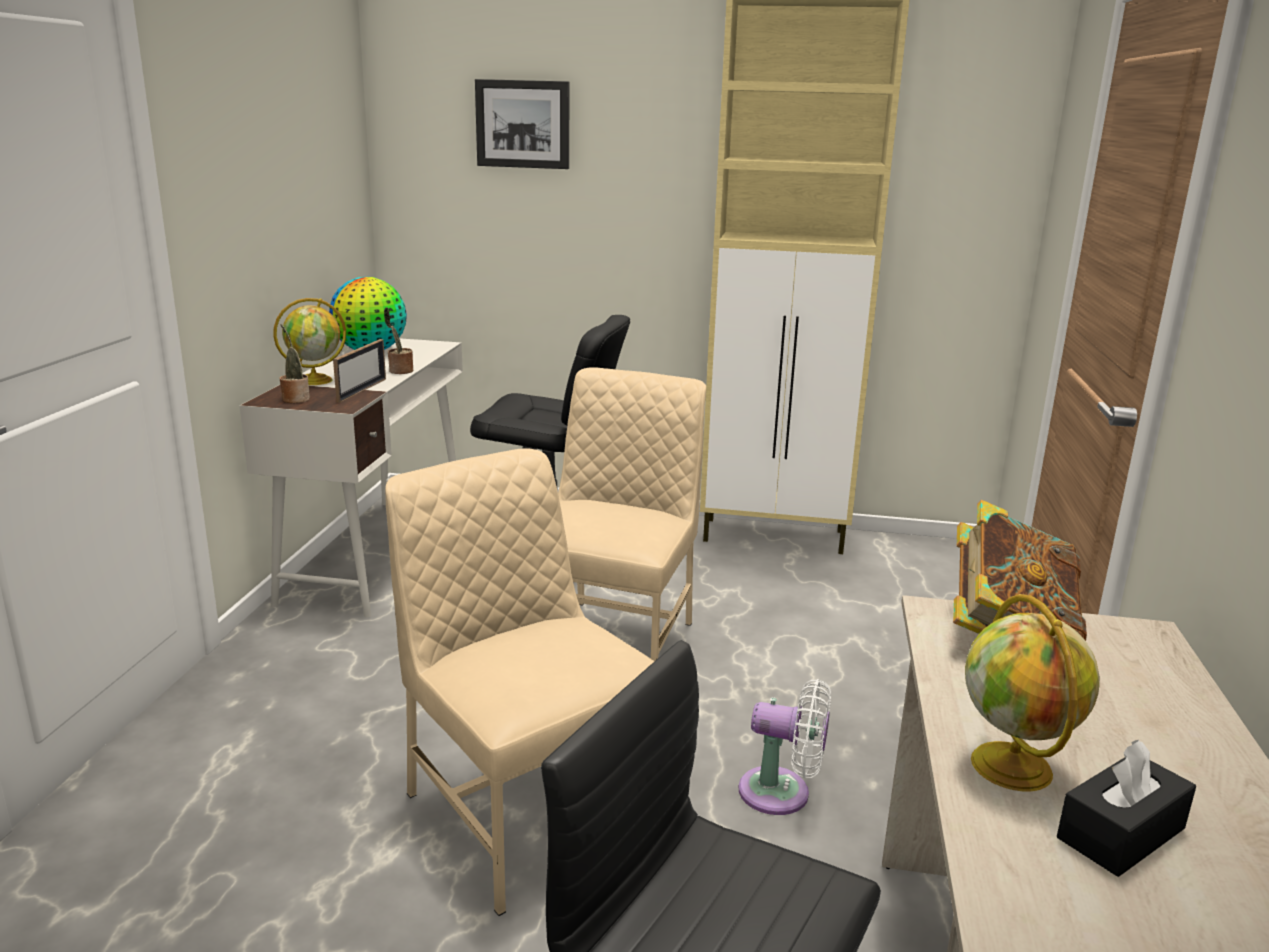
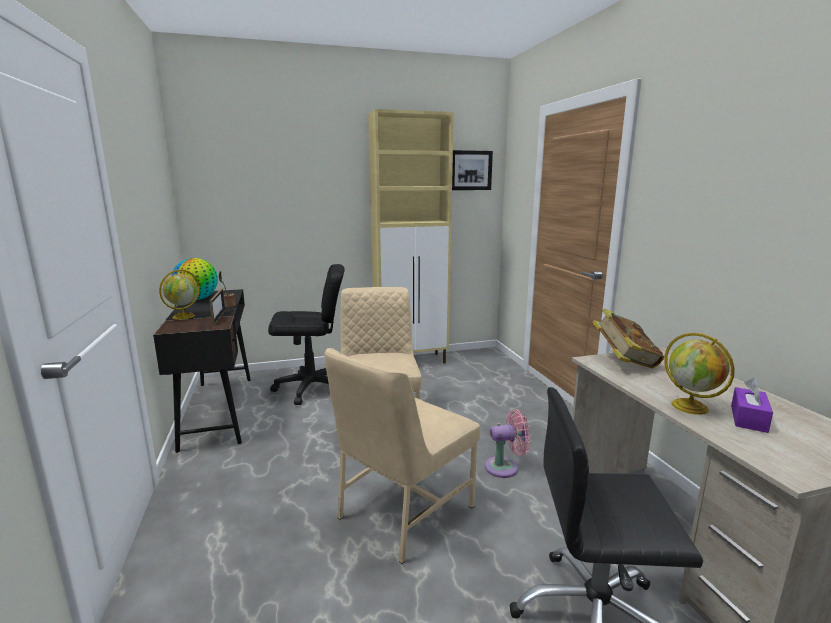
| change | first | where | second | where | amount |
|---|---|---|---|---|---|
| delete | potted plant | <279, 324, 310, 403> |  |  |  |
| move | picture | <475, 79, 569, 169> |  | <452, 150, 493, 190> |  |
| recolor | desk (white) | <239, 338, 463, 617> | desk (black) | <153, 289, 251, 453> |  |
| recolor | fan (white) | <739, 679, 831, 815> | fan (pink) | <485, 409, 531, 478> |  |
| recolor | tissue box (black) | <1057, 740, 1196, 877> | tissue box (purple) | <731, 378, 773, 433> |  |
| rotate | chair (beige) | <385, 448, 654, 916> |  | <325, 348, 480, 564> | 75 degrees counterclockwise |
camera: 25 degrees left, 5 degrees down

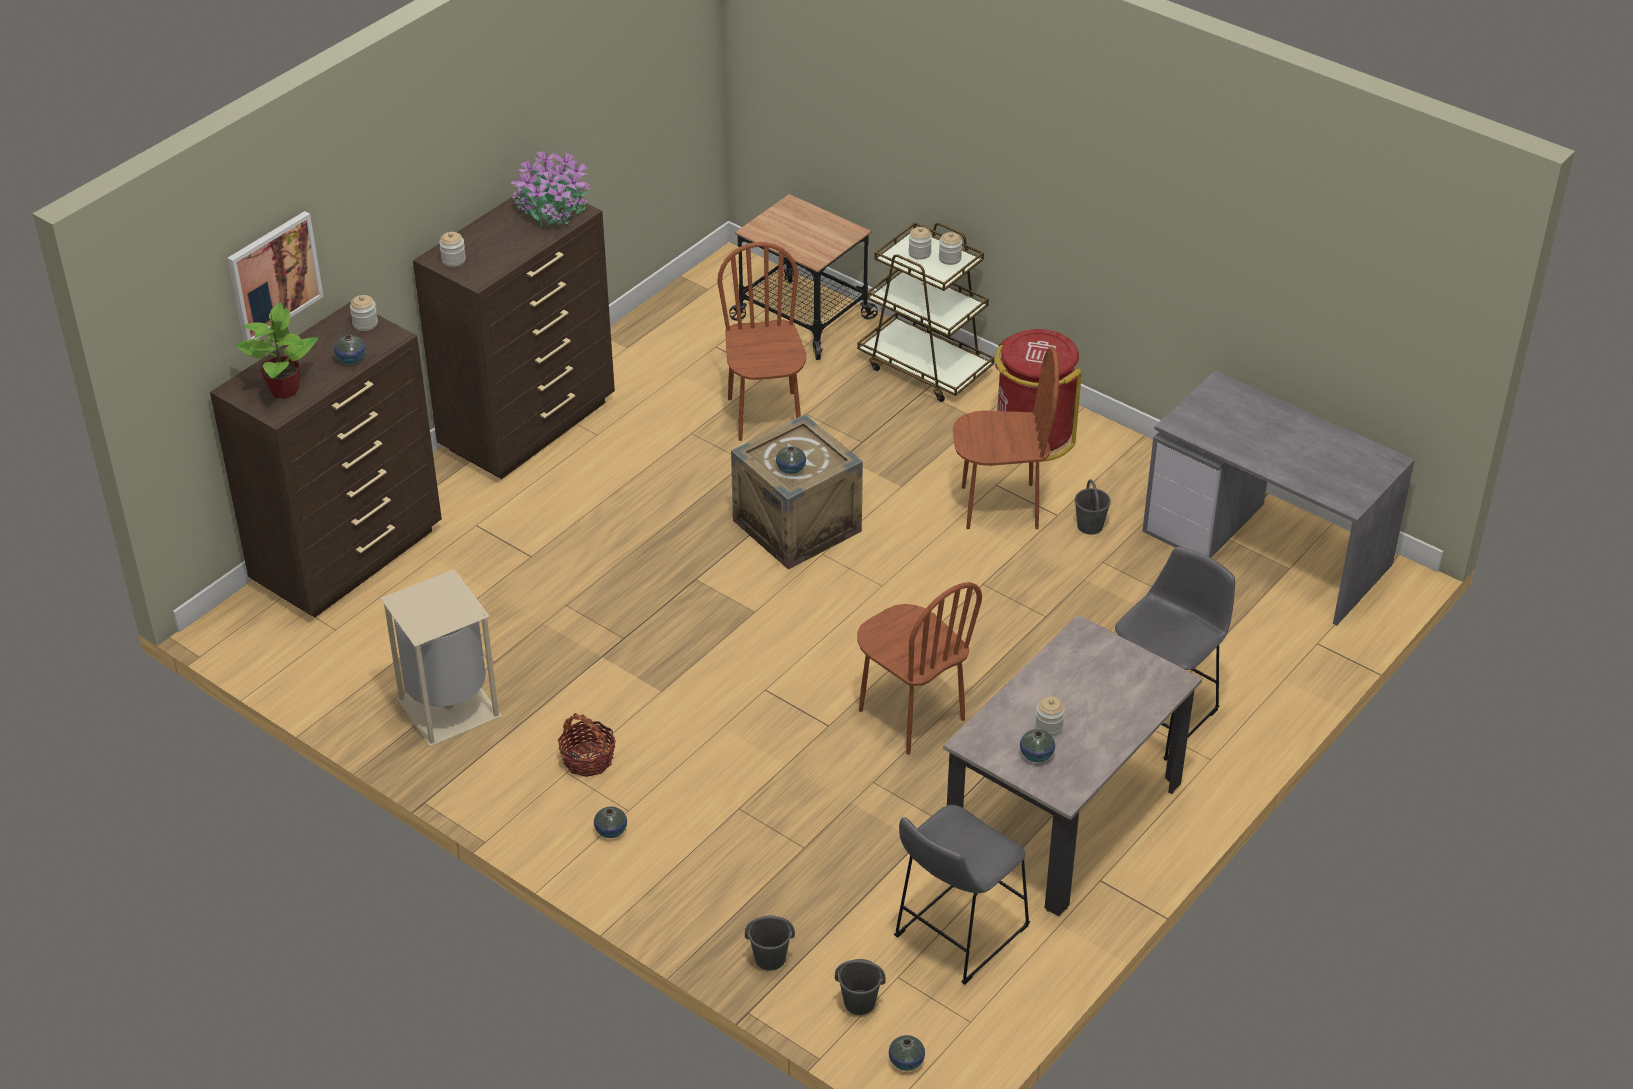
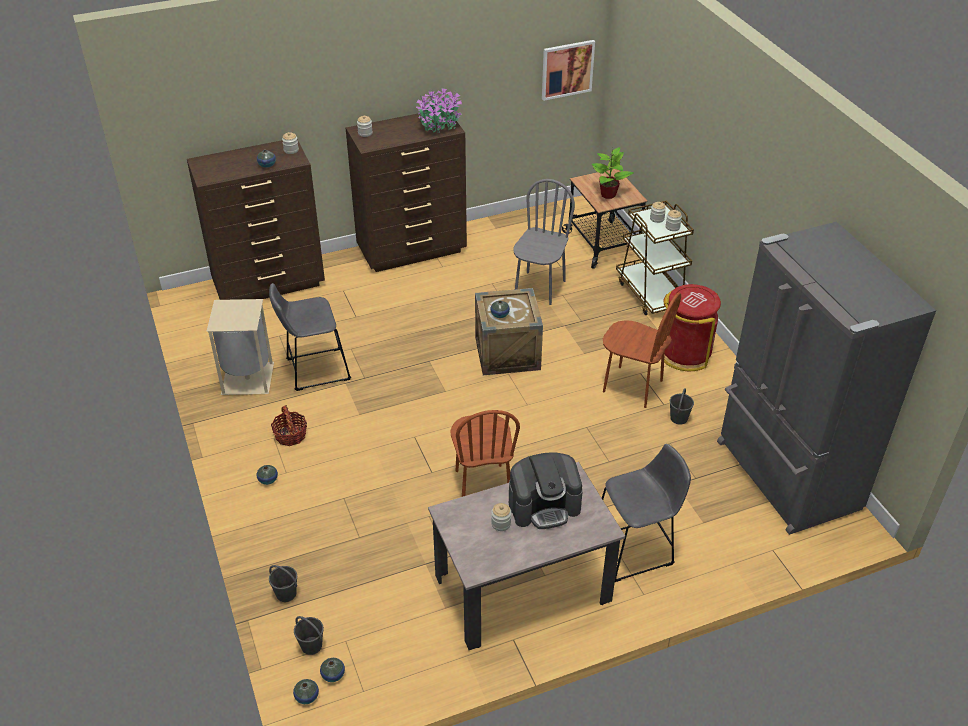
| change | first | where | second | where | amount |
|---|---|---|---|---|---|
| insert |  |  | coffee machine | <509, 452, 583, 529> |  |
| move | picture | <228, 211, 324, 341> |  | <542, 40, 595, 101> |  |
| move | potted plant | <235, 302, 319, 399> |  | <592, 147, 634, 199> |  |
| move | stool (grey) | <894, 805, 1030, 985> |  | <269, 283, 351, 391> |  |
| move | vase | <1020, 729, 1055, 762> |  | <320, 658, 345, 682> |  |
| replace | desk (grey) | <1142, 371, 1415, 625> | fridge (grey) | <717, 222, 936, 535> |  |
| recolor | chair (brown) | <717, 242, 806, 441> | chair (grey) | <513, 179, 575, 305> |  |
camera: 30 degrees right, 0 degrees up

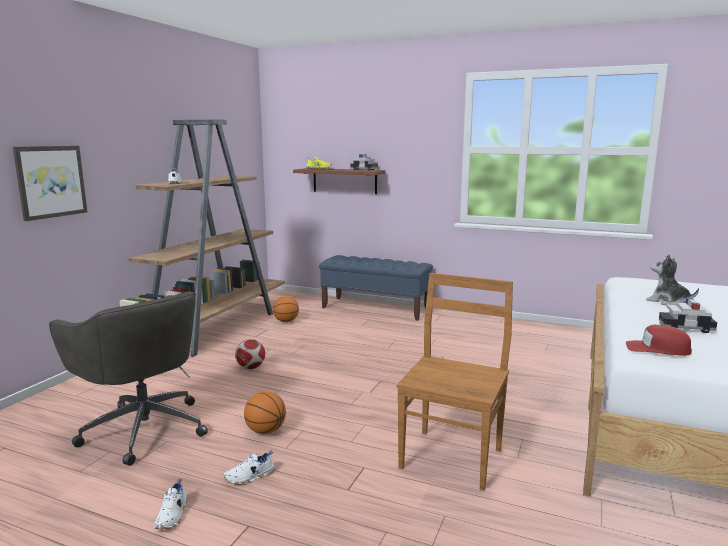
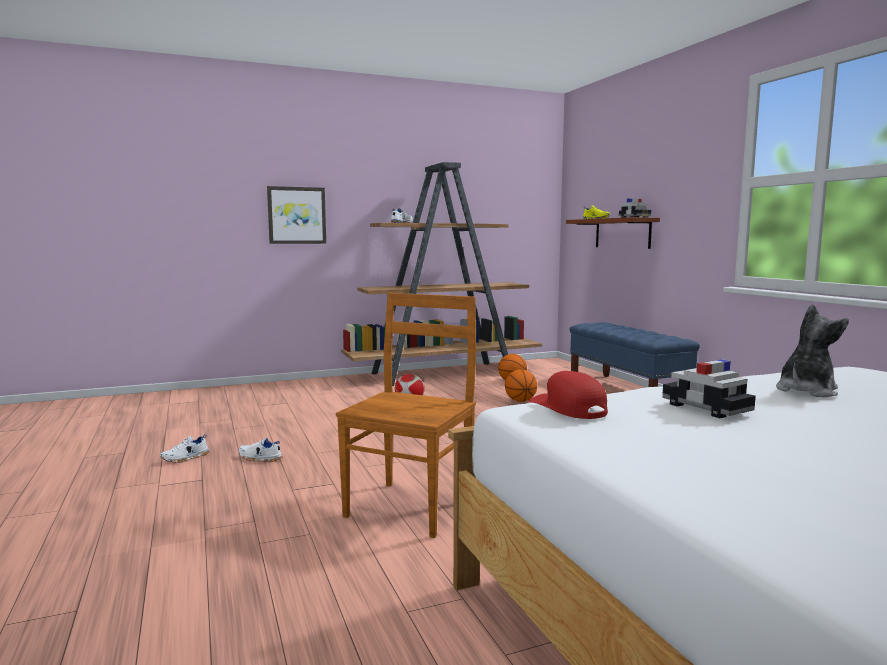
| change | first | where | second | where | amount |
|---|---|---|---|---|---|
| delete | office chair (grey) | <49, 292, 208, 466> |  |  |  |
| move | basketball | <244, 391, 286, 434> |  | <505, 369, 537, 402> |  |
| rotate | chair (brown) | <397, 273, 513, 491> |  | <336, 293, 476, 538> | 45 degrees counterclockwise |
| rotate | plush toy | <646, 254, 699, 305> |  | <776, 304, 849, 397> | 45 degrees clockwise |
camera: 45 degrees right, 5 degrees down

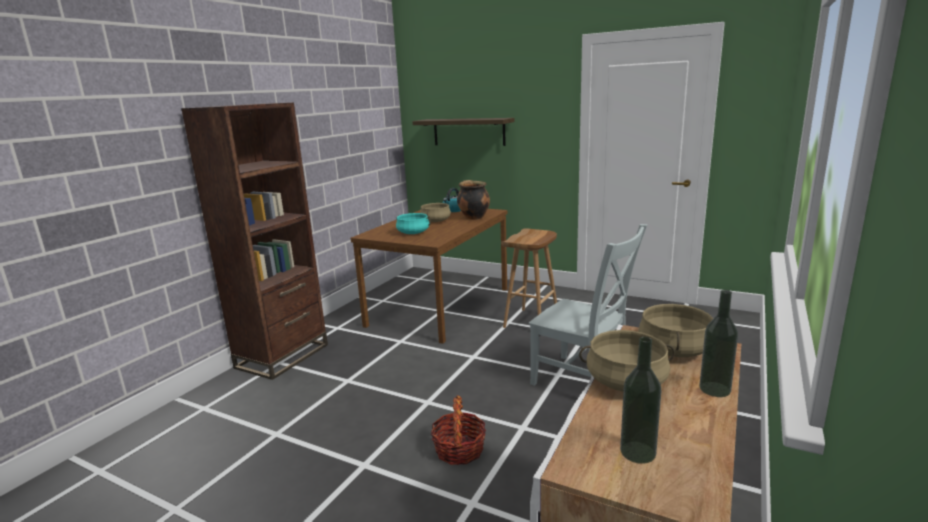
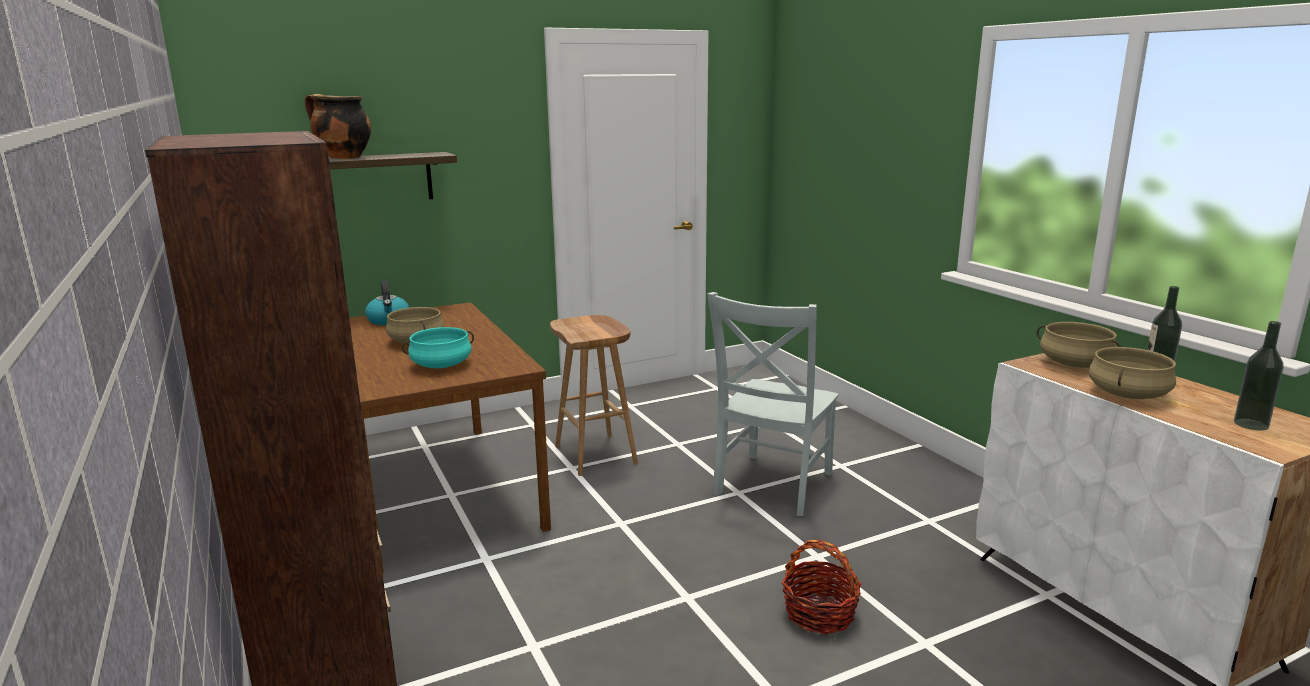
| change | first | where | second | where | amount |
|---|---|---|---|---|---|
| move | cooking pot | <457, 180, 490, 220> |  | <305, 94, 371, 159> |  |
| rotate | chair (grey) | <529, 224, 647, 386> |  | <707, 292, 839, 516> | 135 degrees clockwise |
camera: 55 degrees left, 0 degrees up

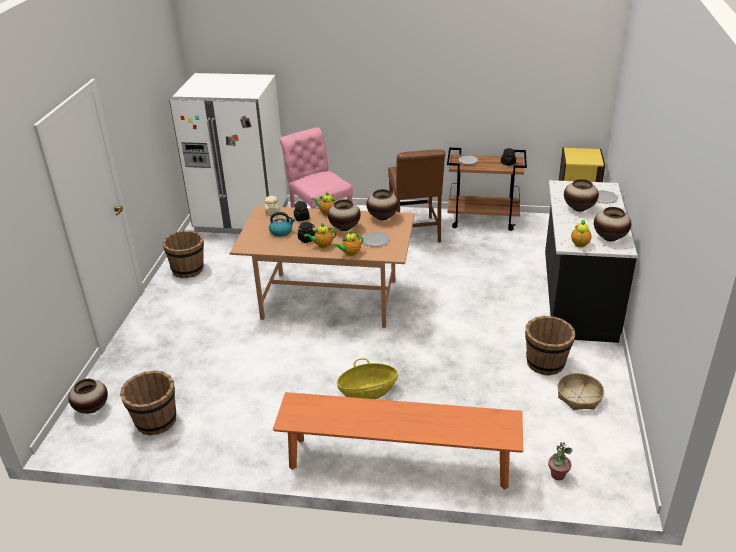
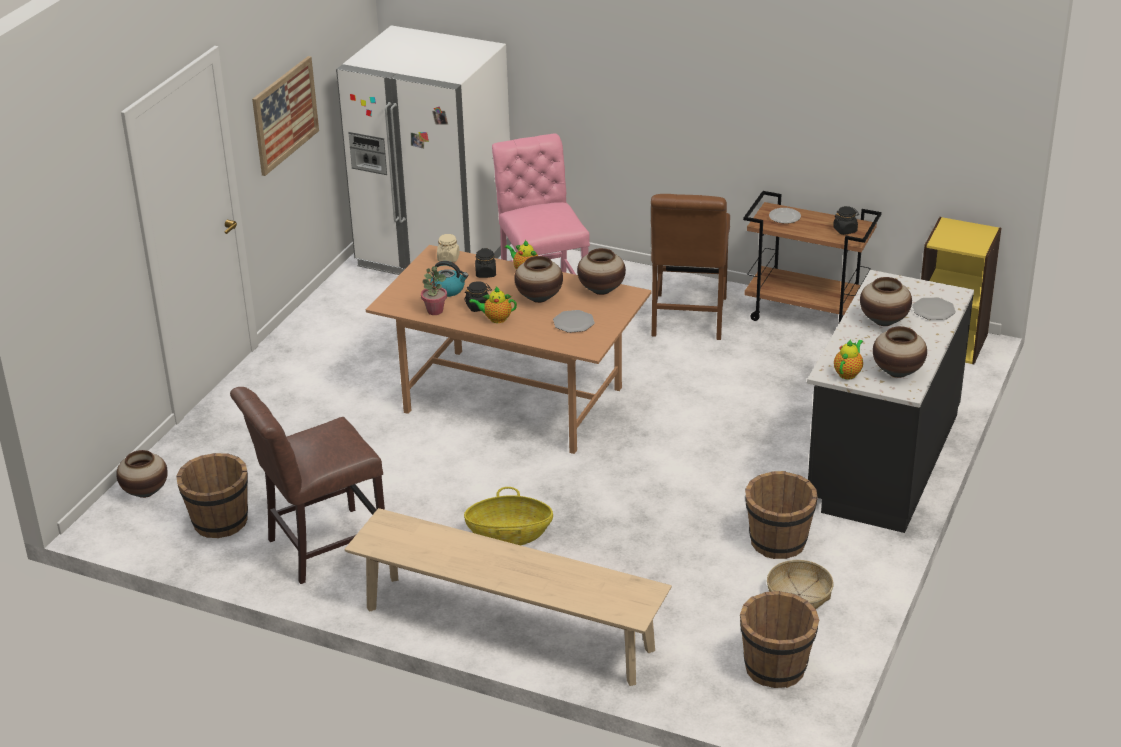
| change | first | where | second | where | amount |
|---|---|---|---|---|---|
| delete | teapot | <333, 230, 363, 256> |  |  |  |
| insert |  |  | chair (brown) | <230, 387, 385, 584> |  |
| insert |  |  | picture | <252, 56, 319, 176> |  |
| move | bucket (brown) | <162, 230, 204, 278> |  | <740, 591, 819, 688> |  |
| move | potted plant | <548, 442, 573, 480> |  | <421, 266, 447, 315> |  |
| recolor | bench (orange) | <273, 392, 523, 490> | bench (beige) | <345, 508, 672, 686> |  |
camera: 15 degrees right, 0 degrees up

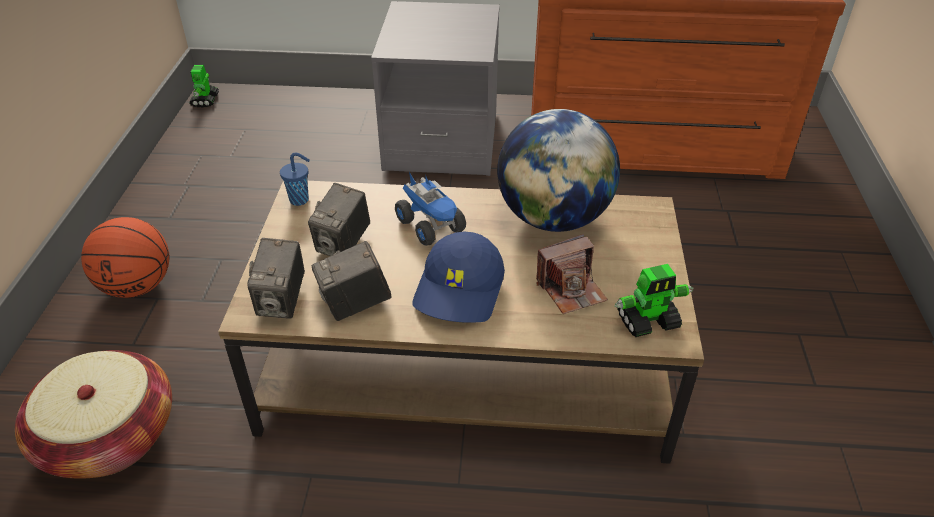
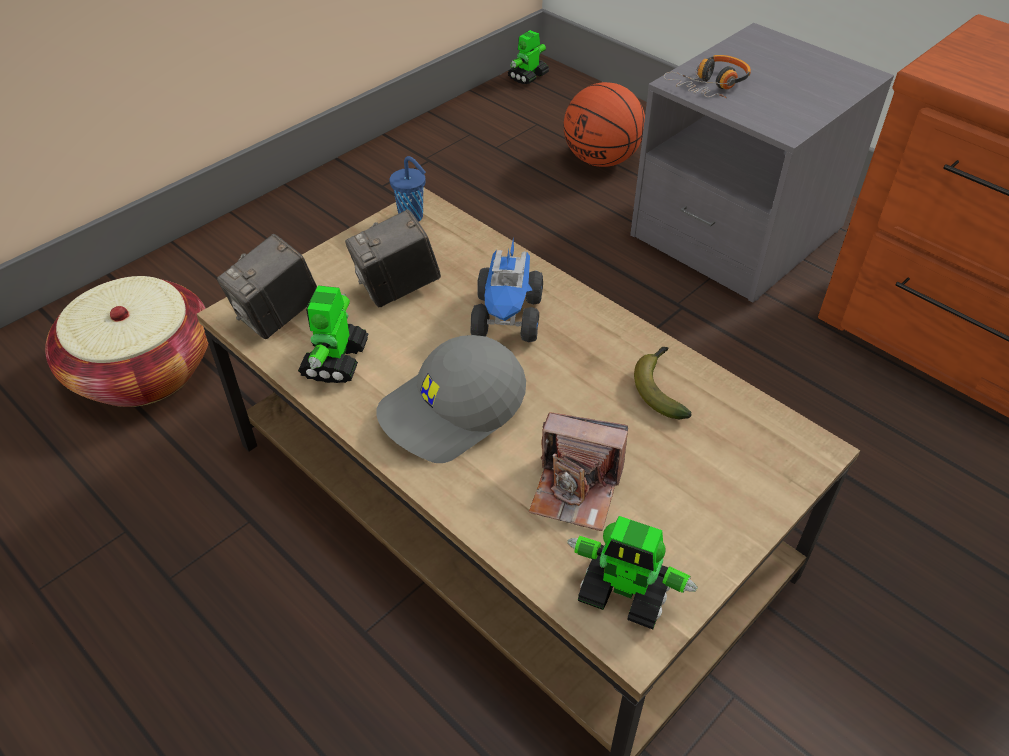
| change | first | where | second | where | amount |
|---|---|---|---|---|---|
| insert |  |  | headphones | <663, 55, 751, 98> |  |
| move | basketball | <81, 217, 169, 298> |  | <564, 82, 645, 167> |  |
| replace | photo camera | <312, 241, 391, 321> | toy robot | <298, 285, 369, 383> |  |
| replace | globe | <497, 109, 620, 232> | banana | <634, 347, 692, 419> |  |
| recolor | cap (blue) | <412, 232, 505, 323> | cap (grey) | <376, 335, 526, 463> |  |
camera: 40 degrees right, 5 degrees up

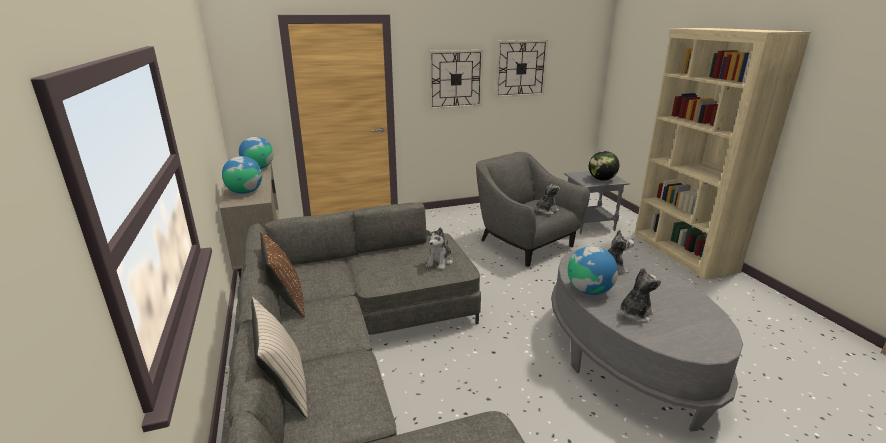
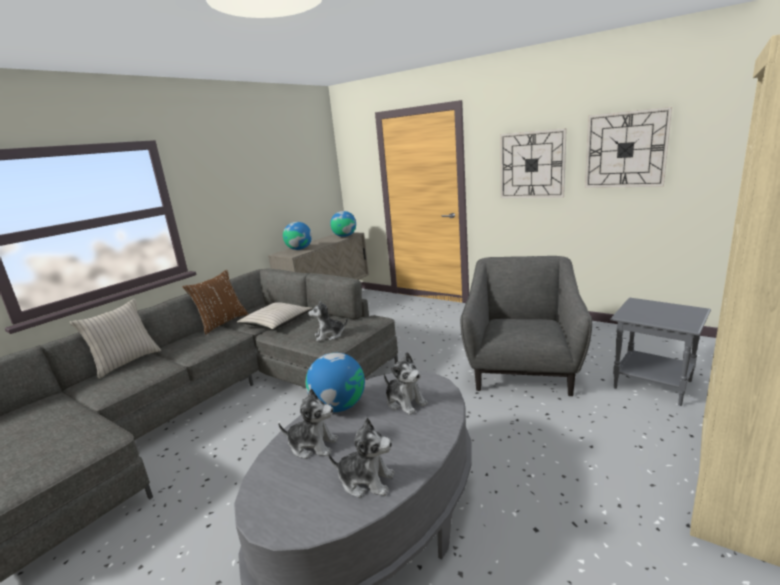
| change | first | where | second | where | amount |
|---|---|---|---|---|---|
| delete | globe | <589, 151, 619, 180> |  |  |  |
| insert |  |  | pillow (beige) | <237, 302, 313, 329> |  |
| move | plush toy | <536, 180, 560, 215> |  | <328, 418, 395, 498> |  |
camera: 55 degrees right, 5 degrees down

